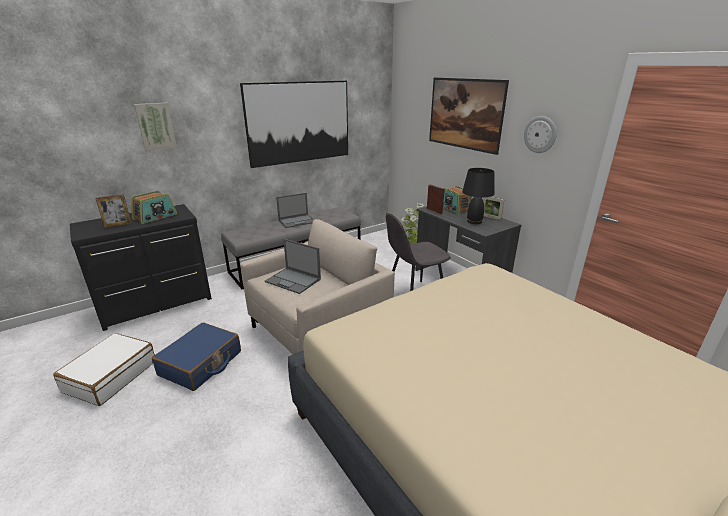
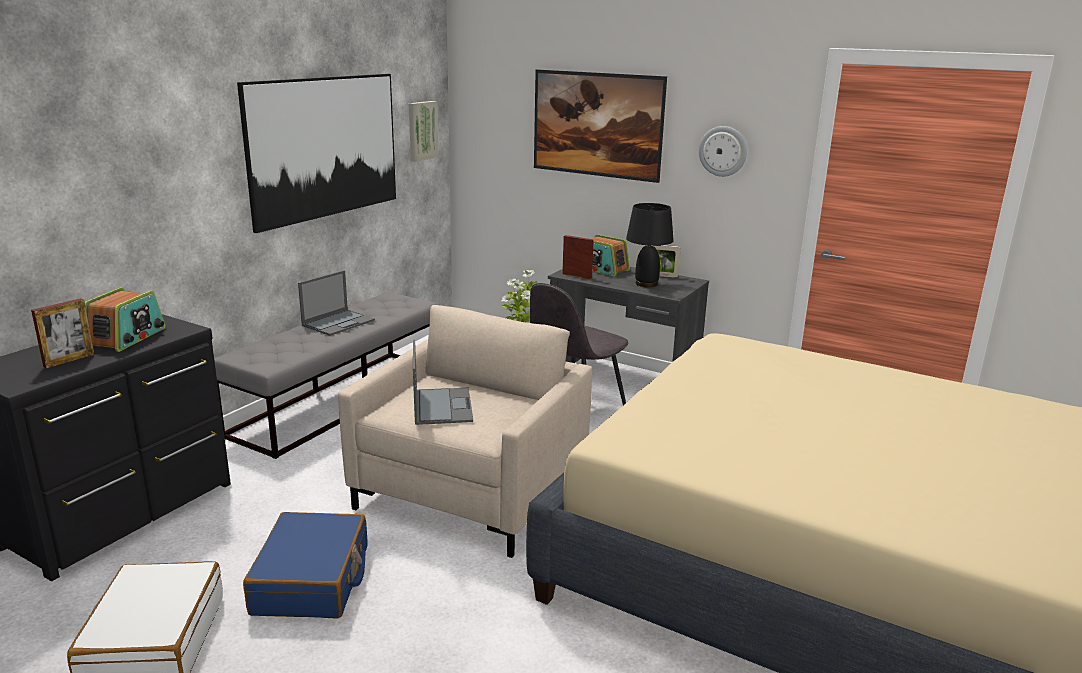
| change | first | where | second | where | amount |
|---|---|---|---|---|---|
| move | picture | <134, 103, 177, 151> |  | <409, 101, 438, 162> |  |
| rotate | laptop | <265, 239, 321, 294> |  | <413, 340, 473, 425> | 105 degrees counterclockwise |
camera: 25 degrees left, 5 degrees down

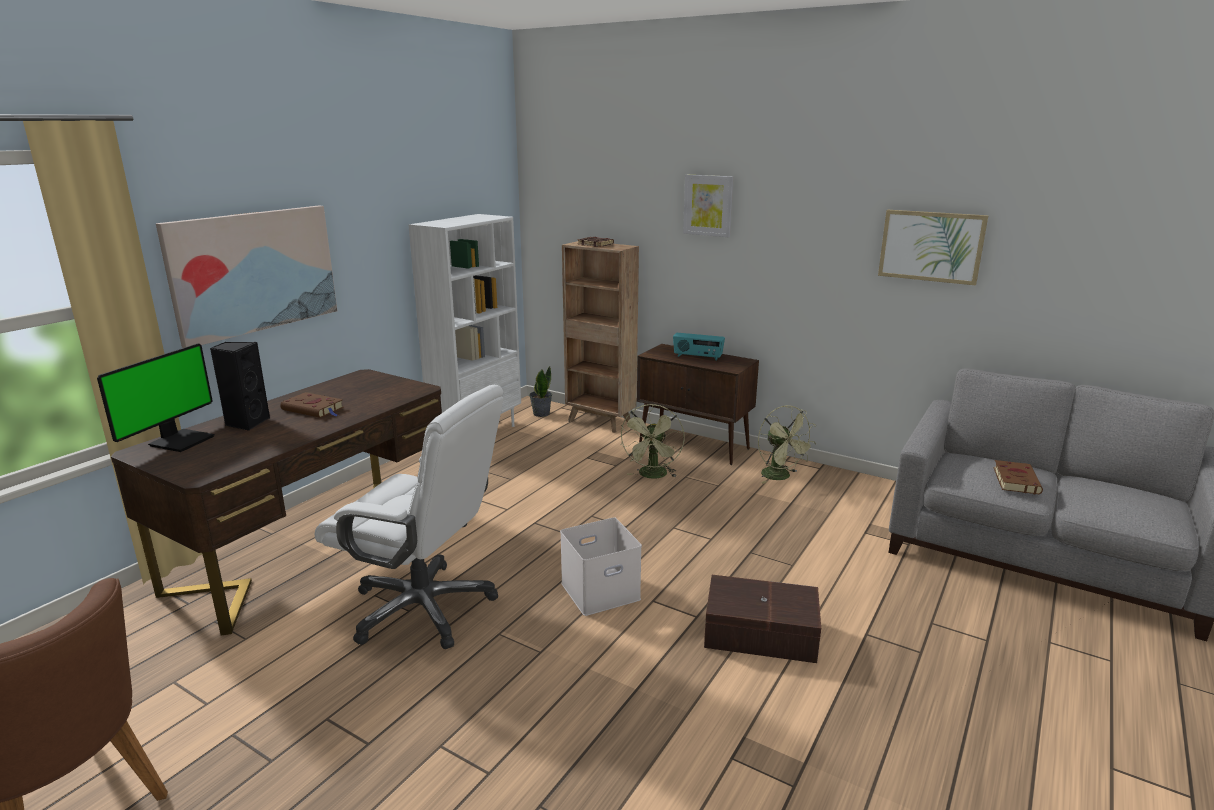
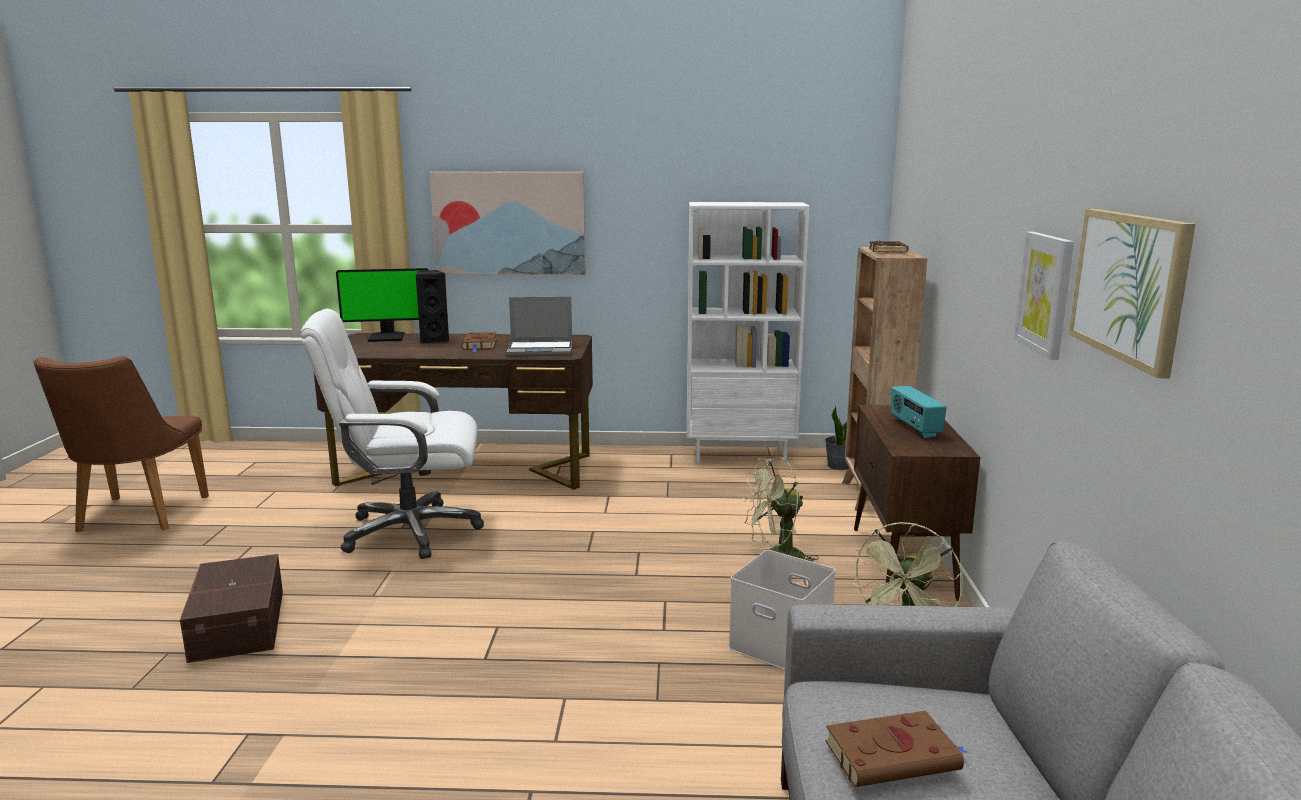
| change | first | where | second | where | amount |
|---|---|---|---|---|---|
| insert |  |  | laptop | <506, 297, 572, 356> |  |
| move | storage box (white) | <560, 517, 642, 616> |  | <728, 550, 836, 670> |  |
| move | picture | <683, 175, 734, 237> |  | <1014, 232, 1074, 360> |  |
| move | storage box (brown) | <704, 575, 821, 663> |  | <180, 554, 283, 663> |  |
| rotate | office chair (white) | <315, 385, 503, 649> |  | <301, 309, 484, 559> | 90 degrees clockwise |
camera: 60 degrees right, 5 degrees down

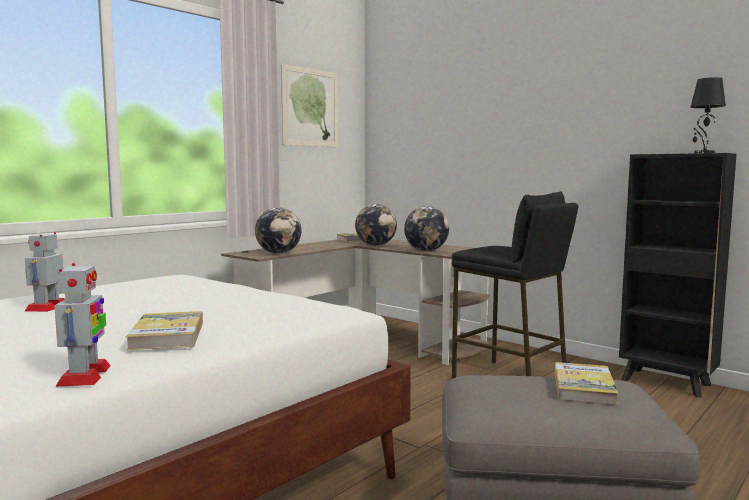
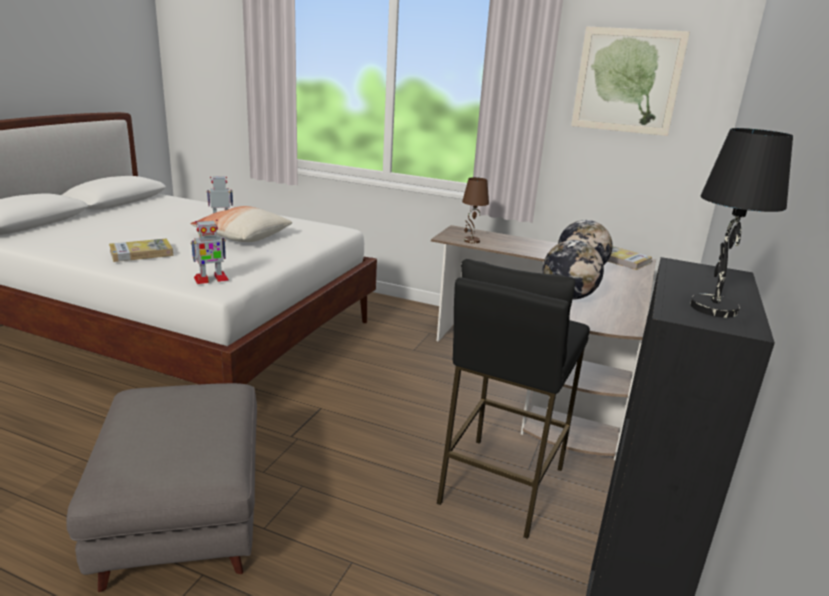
| change | first | where | second | where | amount |
|---|---|---|---|---|---|
| delete | book | <555, 362, 619, 405> |  |  |  |
| insert |  |  | pillow | <191, 206, 292, 242> |  |
| move | toy robot | <55, 263, 111, 387> |  | <191, 219, 229, 284> |  |
| replace | globe | <255, 207, 301, 254> | table lamp (brown) | <462, 177, 489, 244> |  |
camera: 70 degrees right, 15 degrees up

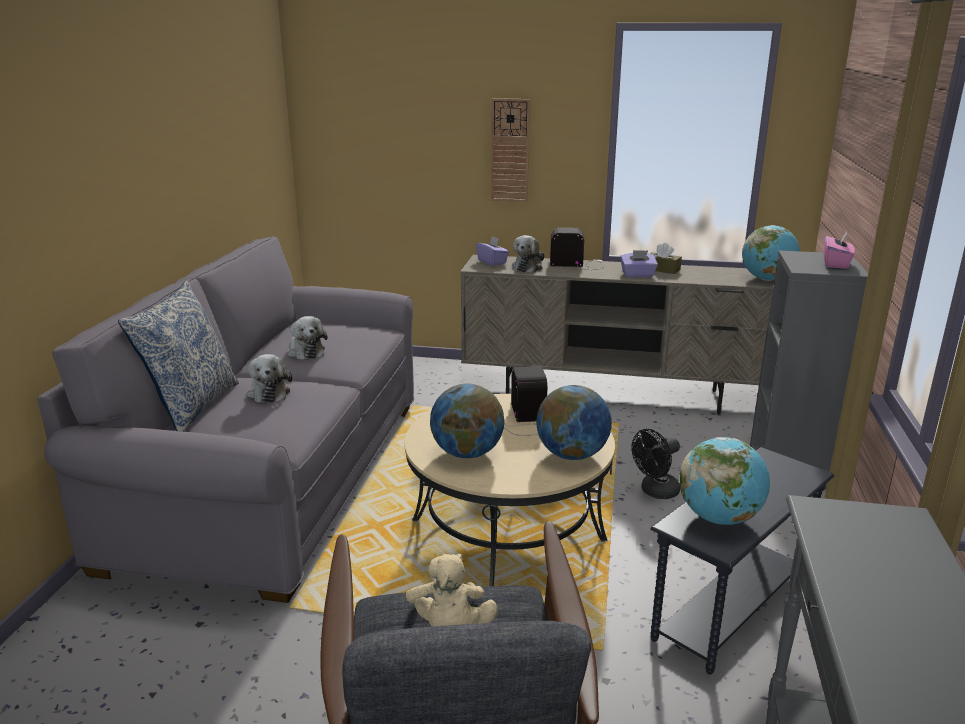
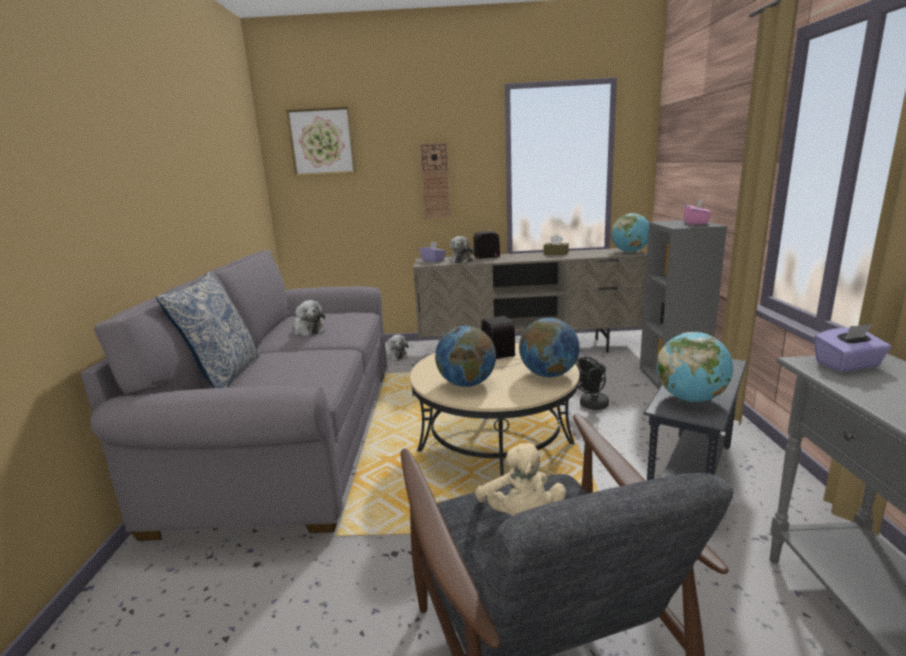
| change | first | where | second | where | amount |
|---|---|---|---|---|---|
| insert |  |  | picture | <286, 106, 356, 176> |  |
| move | plush toy | <247, 354, 293, 403> |  | <386, 335, 409, 360> |  |
| move | tissue box (purple) | <620, 250, 658, 277> |  | <814, 324, 892, 372> |  |
camera: 10 degrees left, 5 degrees down

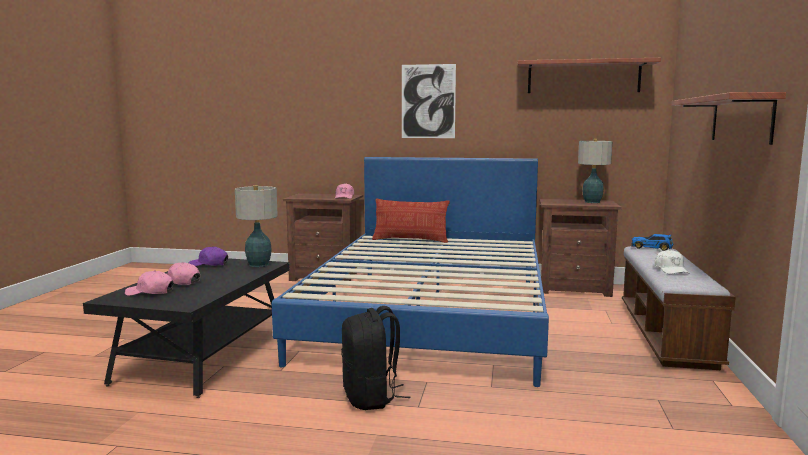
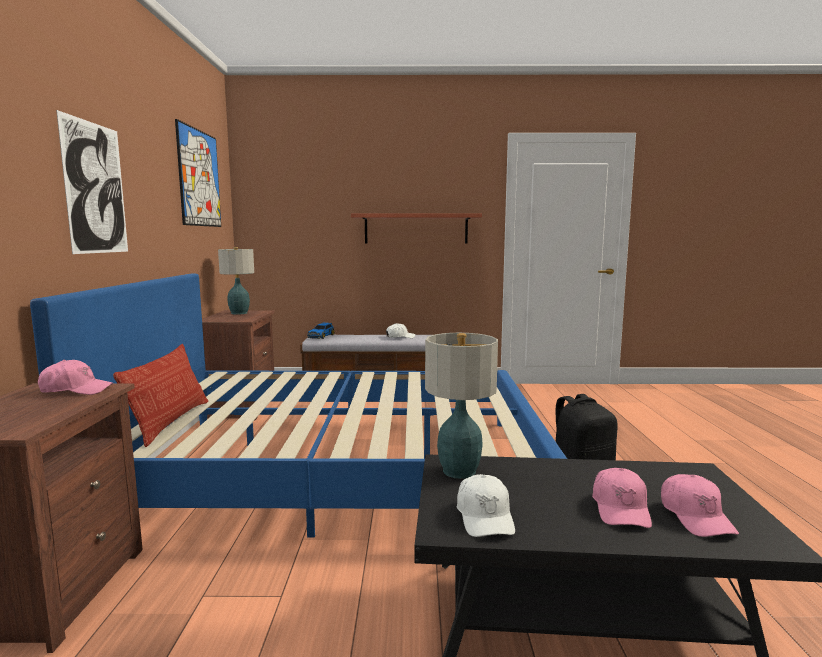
| change | first | where | second | where | amount |
|---|---|---|---|---|---|
| replace | shelf | <517, 58, 661, 93> | picture | <175, 119, 221, 227> |  |
| recolor | cap (purple) | <189, 246, 228, 266> | cap (white) | <457, 474, 515, 537> |  |
camera: 100 degrees left, 0 degrees up

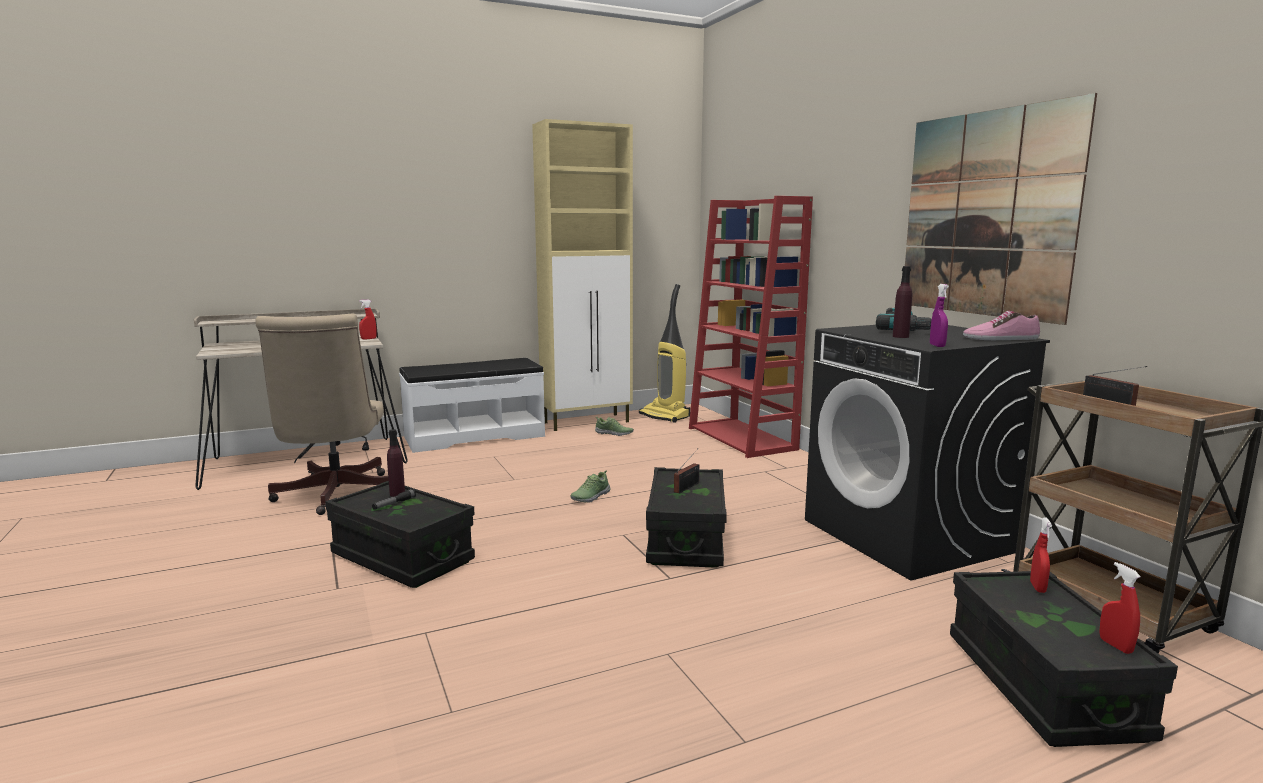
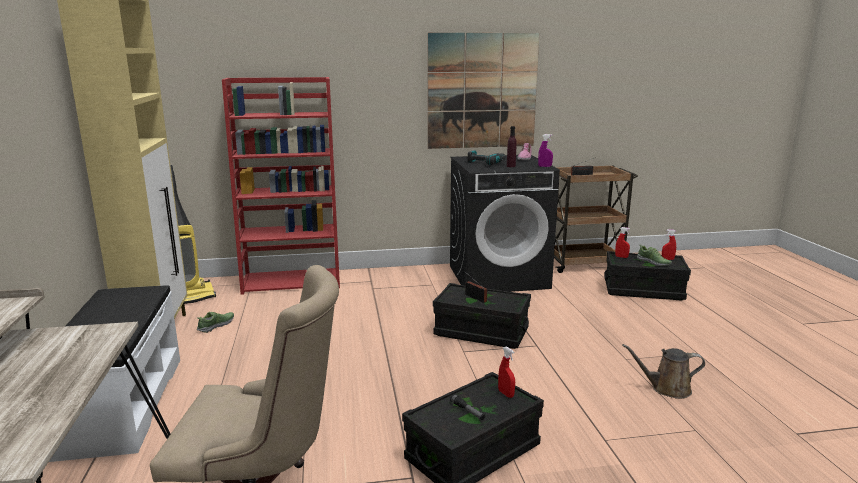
| change | first | where | second | where | amount |
|---|---|---|---|---|---|
| delete | bottle (purple) | <387, 429, 405, 497> |  |  |  |
| insert |  |  | watering can (brown) | <622, 344, 705, 399> |  |
| move | spray bottle (red) | <359, 300, 377, 339> |  | <498, 346, 515, 398> |  |
| move | shoe | <570, 471, 610, 503> |  | <637, 245, 672, 266> |  |
camera: 75 degrees left, 5 degrees up

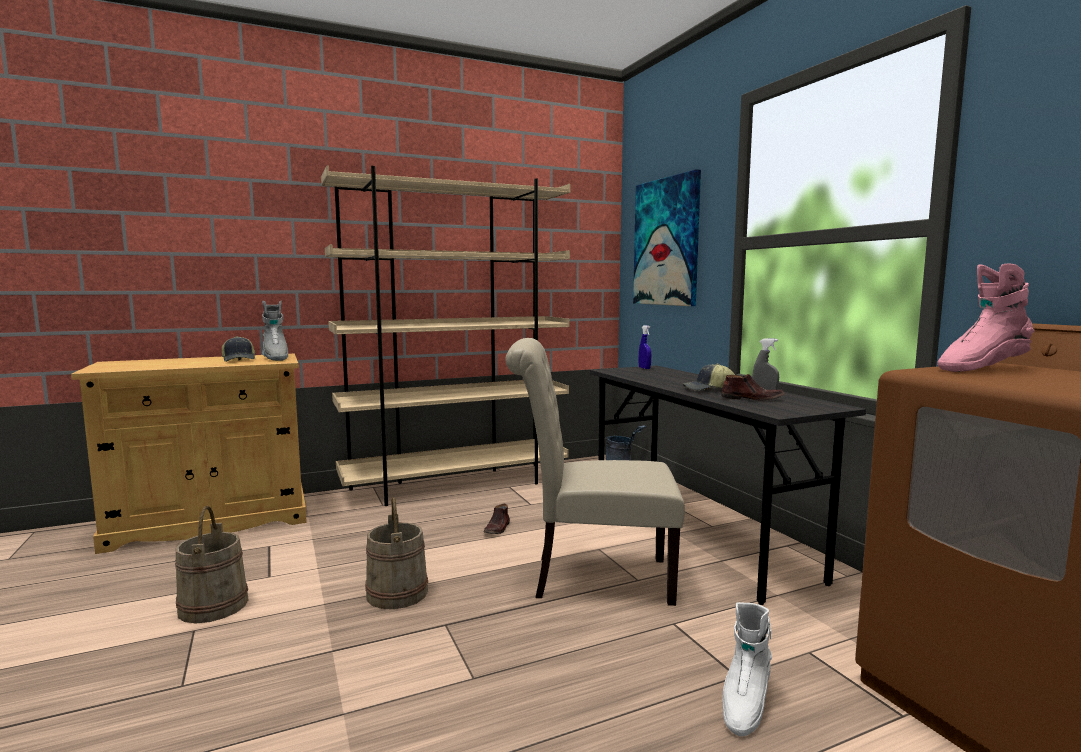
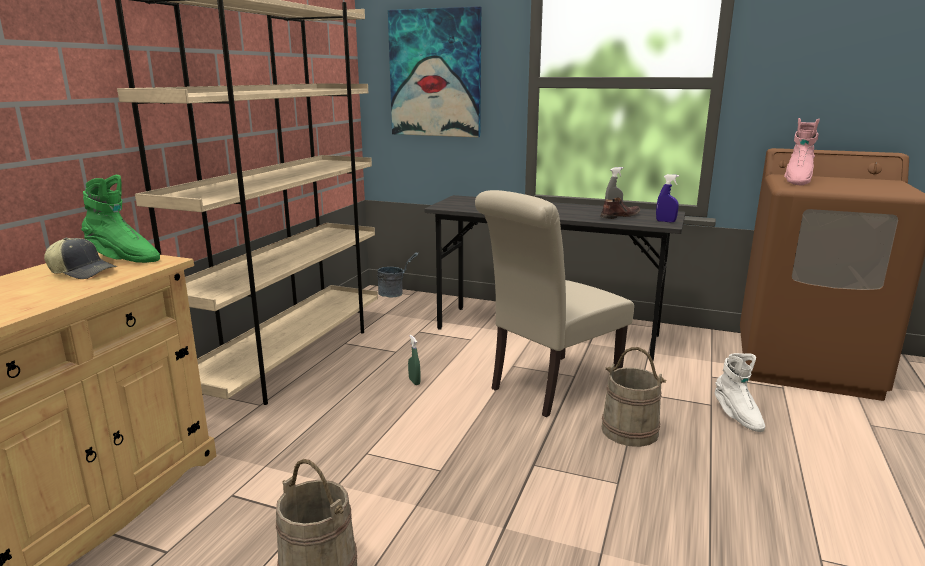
| change | first | where | second | where | amount |
|---|---|---|---|---|---|
| delete | cap | <683, 363, 735, 390> |  |  |  |
| move | bucket (beige) | <365, 497, 428, 609> |  | <602, 347, 666, 447> |  |
| move | spray bottle (blue) | <639, 325, 651, 369> |  | <656, 174, 679, 222> |  |
| replace | shoe (brown) | <483, 503, 510, 534> | spray bottle (green) | <408, 335, 421, 385> |  |
| recolor | boot (grey) | <262, 301, 288, 361> | boot (green) | <81, 175, 160, 263> |  |
camera: 45 degrees left, 10 degrees up

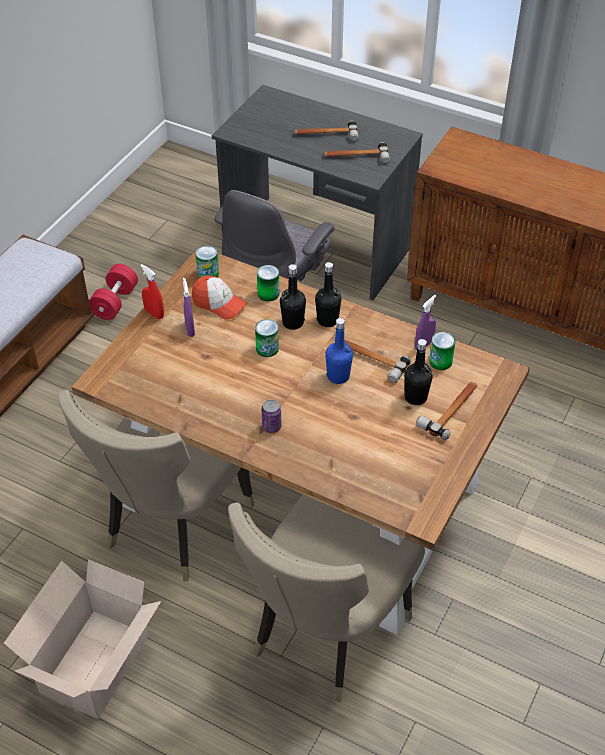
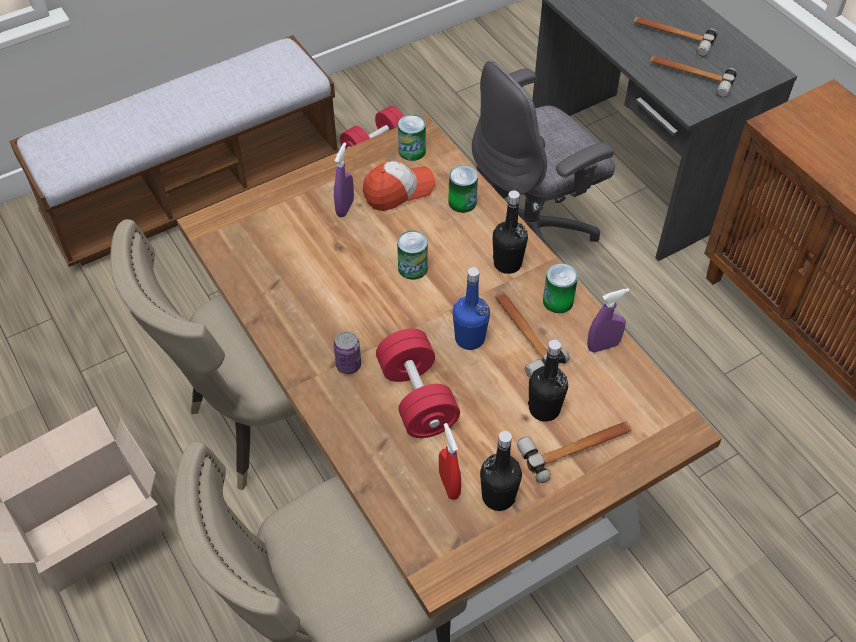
| change | first | where | second | where | amount |
|---|---|---|---|---|---|
| insert |  |  | dumbbell (red) | <376, 328, 460, 438> |  |
| move | spray bottle (red) | <140, 264, 164, 319> |  | <439, 423, 461, 500> |  |
| move | bottle (black) | <280, 264, 306, 330> |  | <480, 431, 522, 511> |  |
| move | can | <429, 332, 455, 370> |  | <543, 263, 578, 313> |  |
| rotate | cap | <192, 276, 247, 320> |  | <363, 161, 435, 211> | 90 degrees counterclockwise |
camera: 30 degrees right, 5 degrees up

